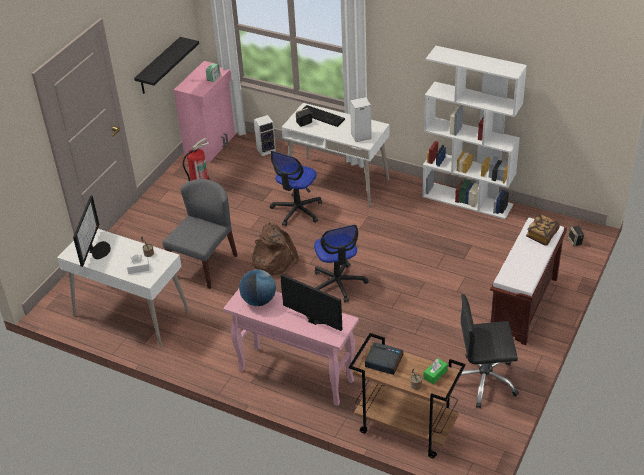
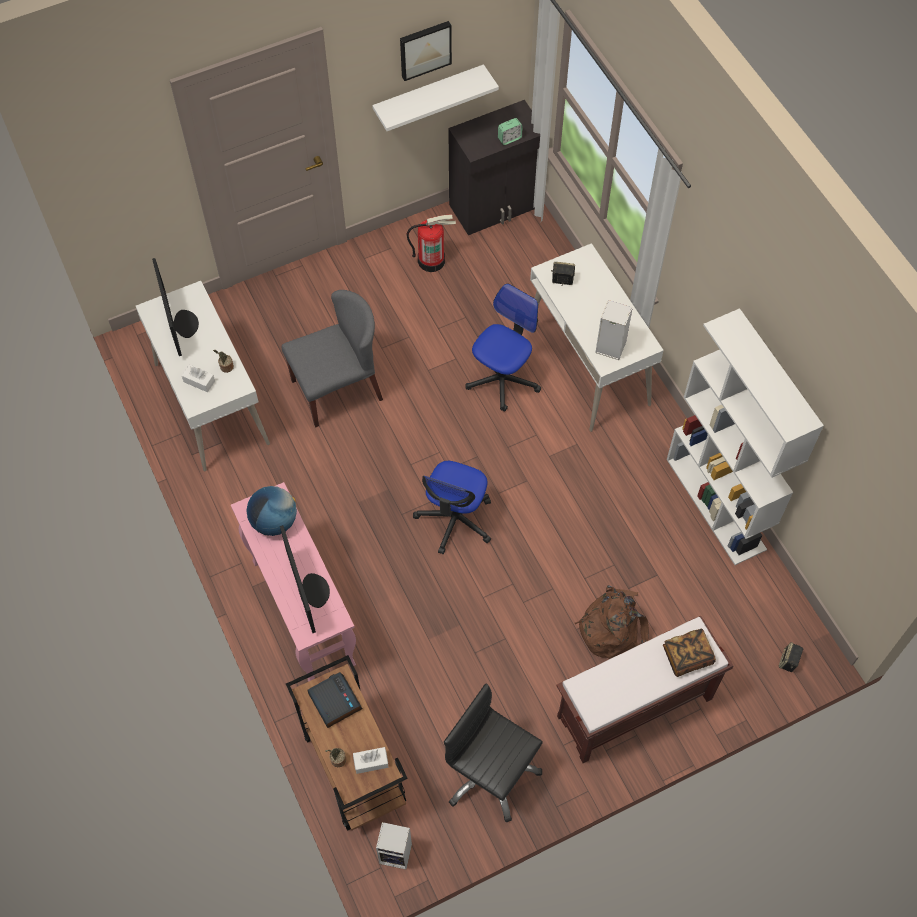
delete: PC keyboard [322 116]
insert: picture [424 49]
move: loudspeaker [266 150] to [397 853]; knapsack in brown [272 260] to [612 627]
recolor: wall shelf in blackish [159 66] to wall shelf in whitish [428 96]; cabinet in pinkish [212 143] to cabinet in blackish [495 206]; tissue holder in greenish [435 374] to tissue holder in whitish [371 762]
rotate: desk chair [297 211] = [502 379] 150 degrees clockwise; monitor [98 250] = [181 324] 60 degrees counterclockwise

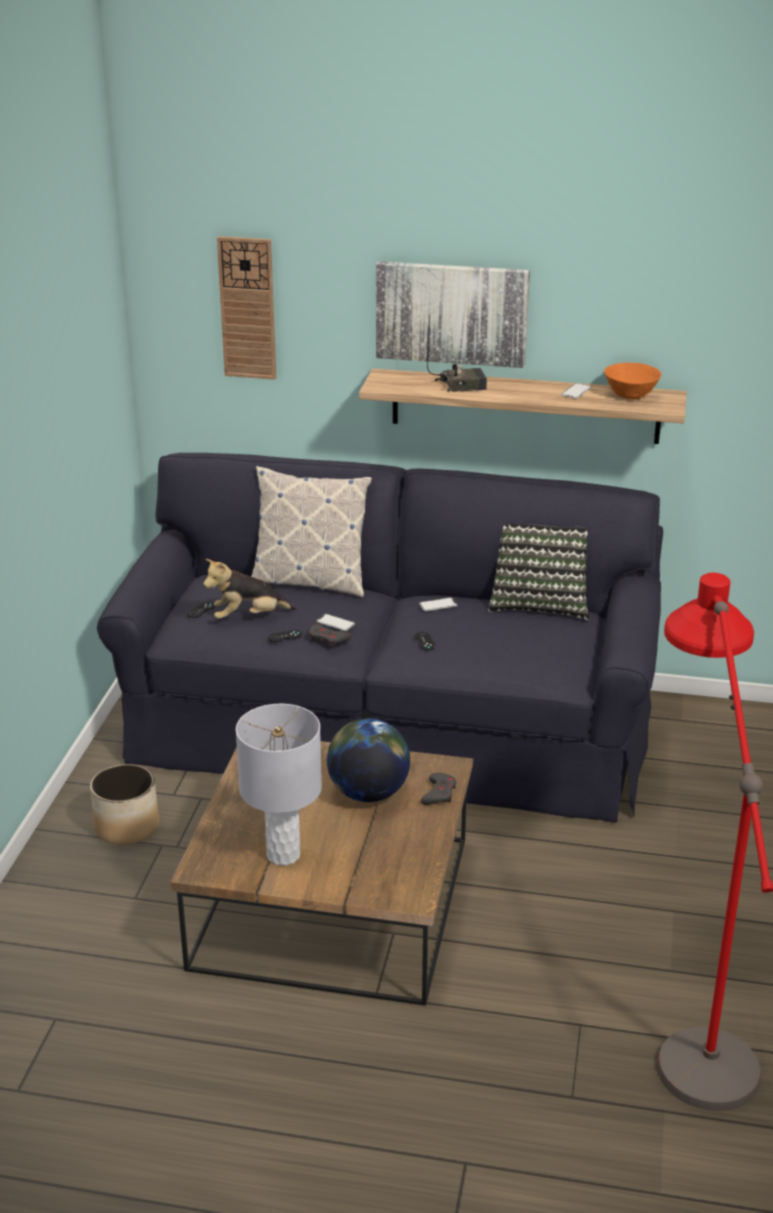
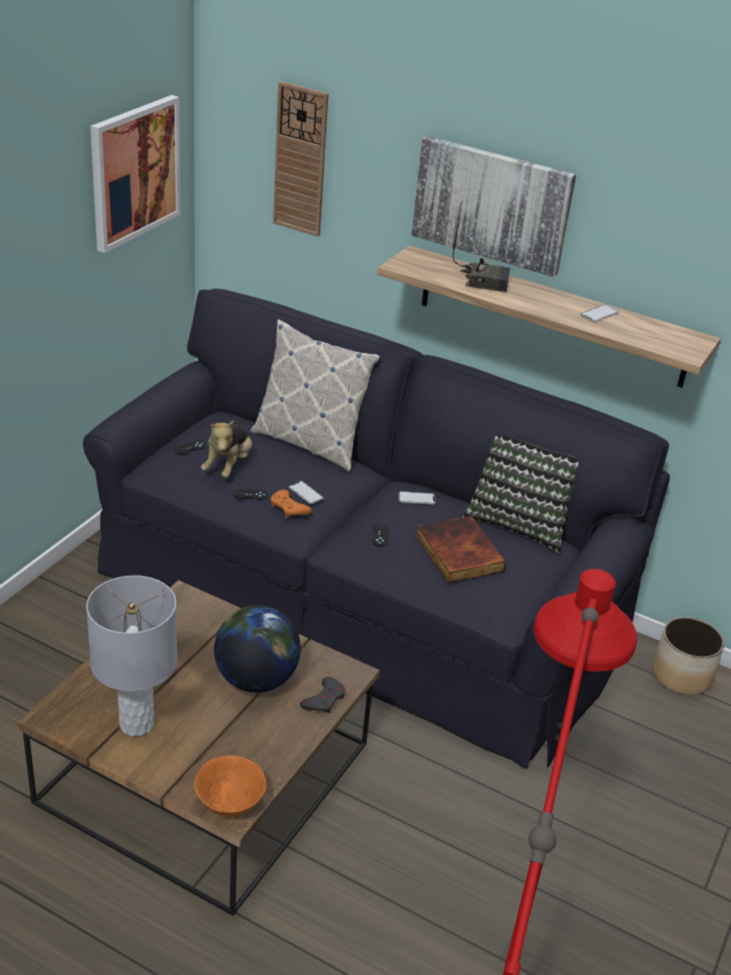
insert: picture [134 172]; bound book [457 553]
move: deep dish in orangey [630 396] to [229 804]; flower pot [128 826] to [682 675]
recolor: gamepad in grey [328 639] to gamepad in orangey [289 508]
rotate: soft toy [248 617] = [228 466] 75 degrees counterclockwise

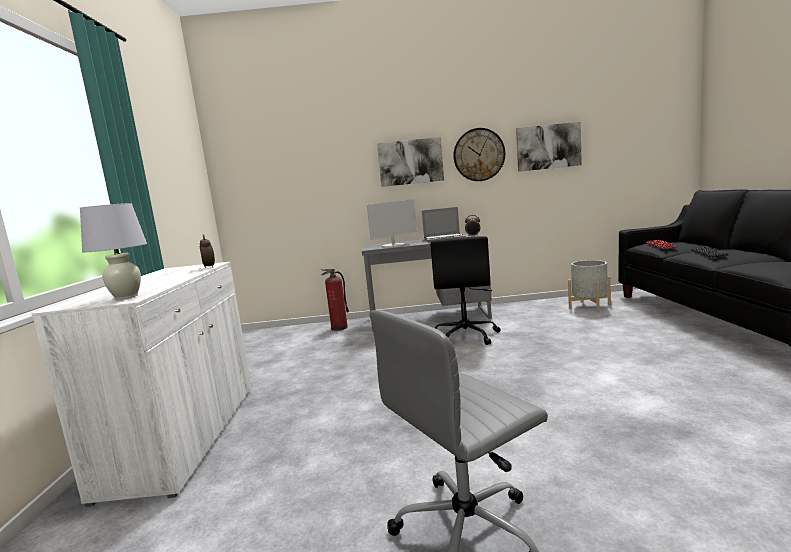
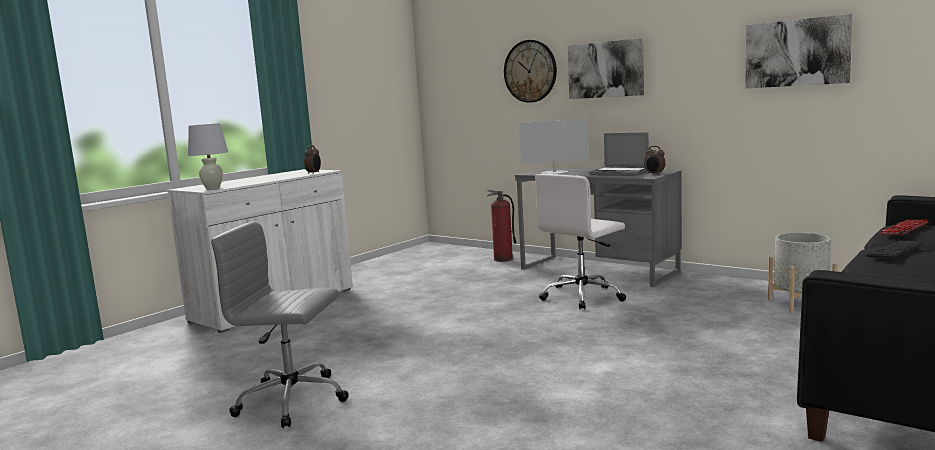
move: clock on the wall [479 155] to [530 71]
recolor: desk chair in blackish [465 336] to desk chair in whitish [583 296]

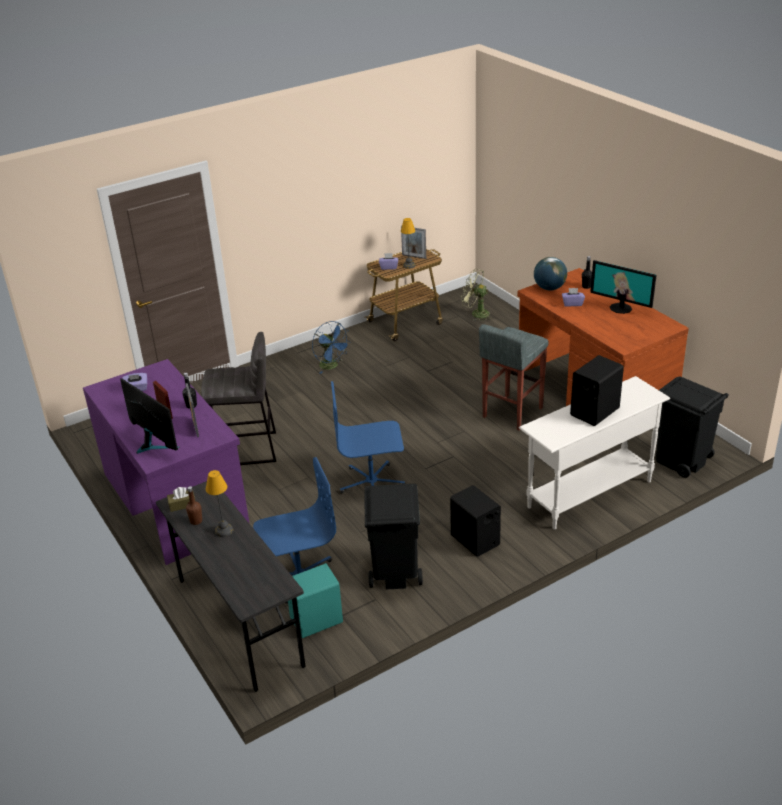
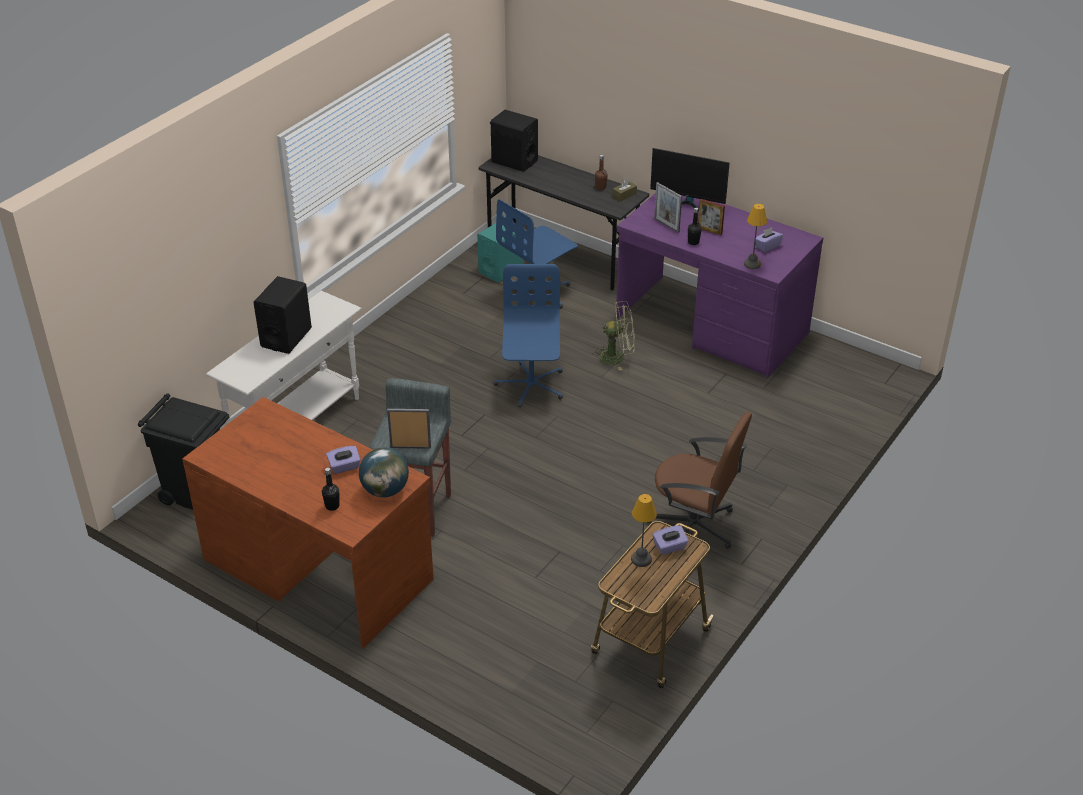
delete: monitor [621 308]; stool seat in grey [246 450]; trash can in blackish [395 572]
move: photo frame [414 256] to [410 447]; electric fan in greenish [476 314] to [617 357]; lamp for a table [223 531] to [752 264]; loudspeaker in blackish [475 540] to [514 161]
replace: electric fan in bluish [332 366] to desk chair in brown [694 527]
rotate: desk chair in bluish [372 483] = [530 385] 60 degrees counterclockwise

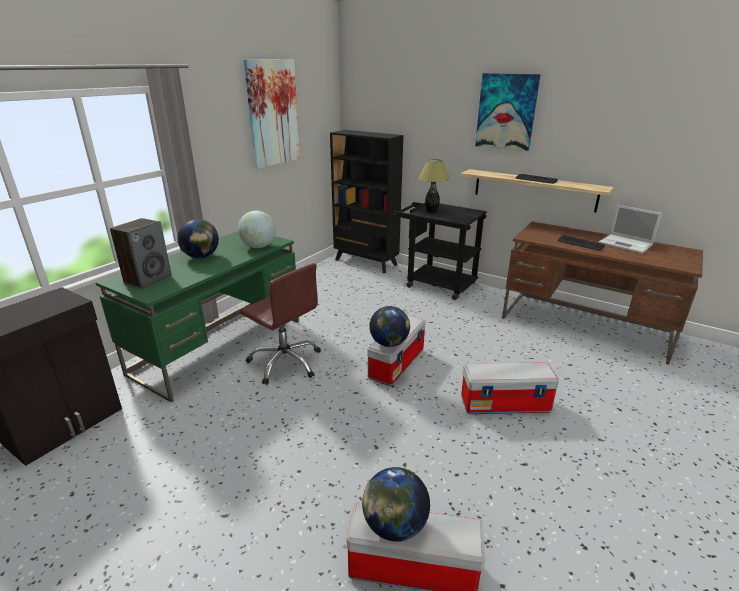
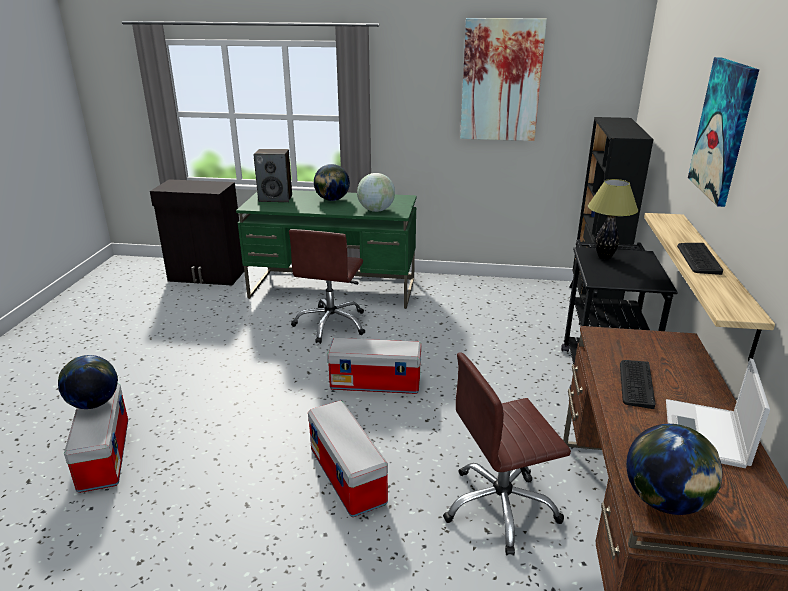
insert: desk chair in brown [500 507]
move: desk globe [389 344] to [664 501]

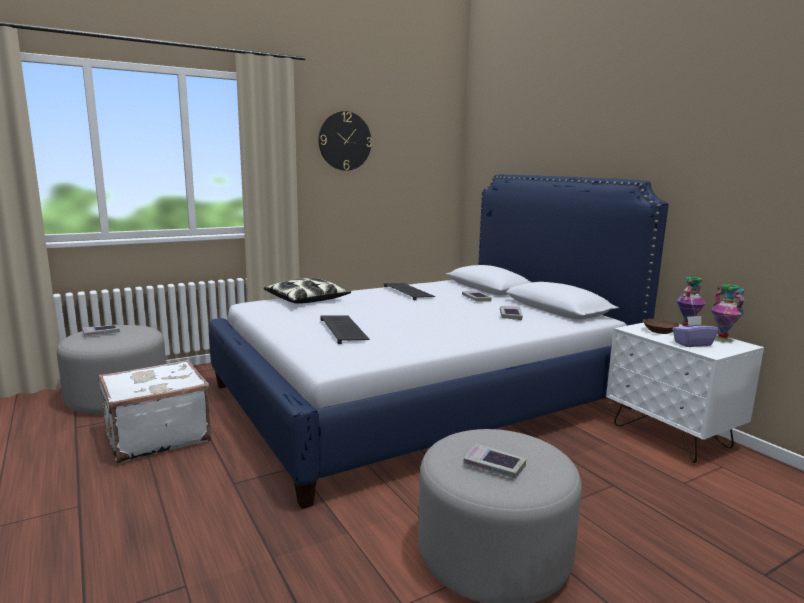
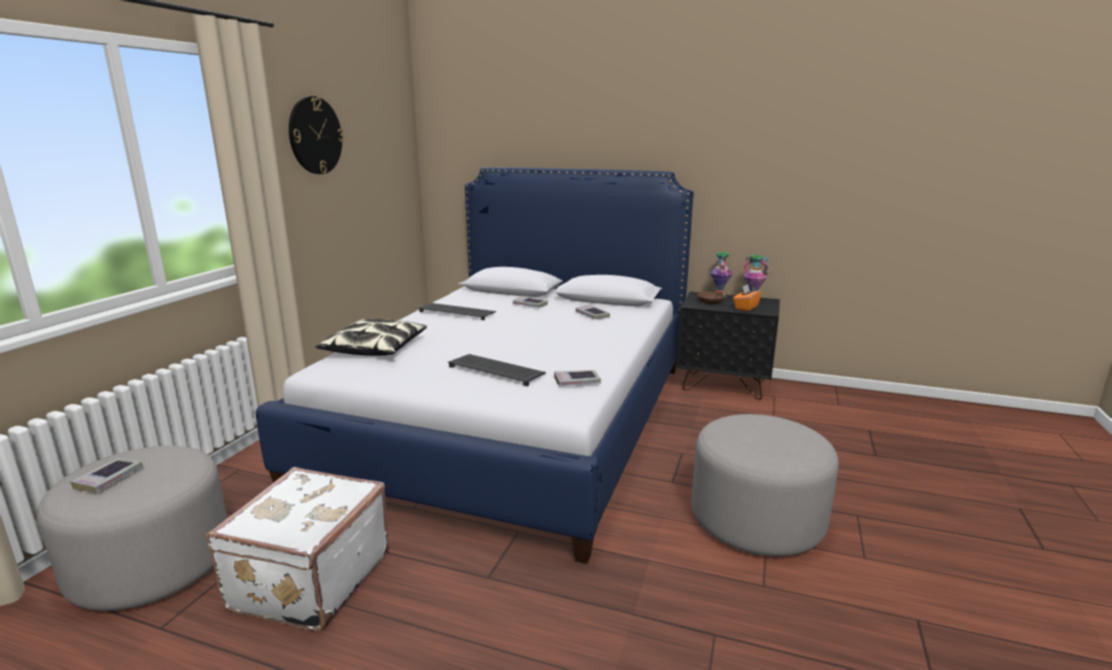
move: bound book [494 466] to [577 382]
recolor: tissue holder in purple-coloured [692 344] to tissue holder in orangey [745 307]; bedside table in whitish [671 436] to bedside table in blackish [724 386]

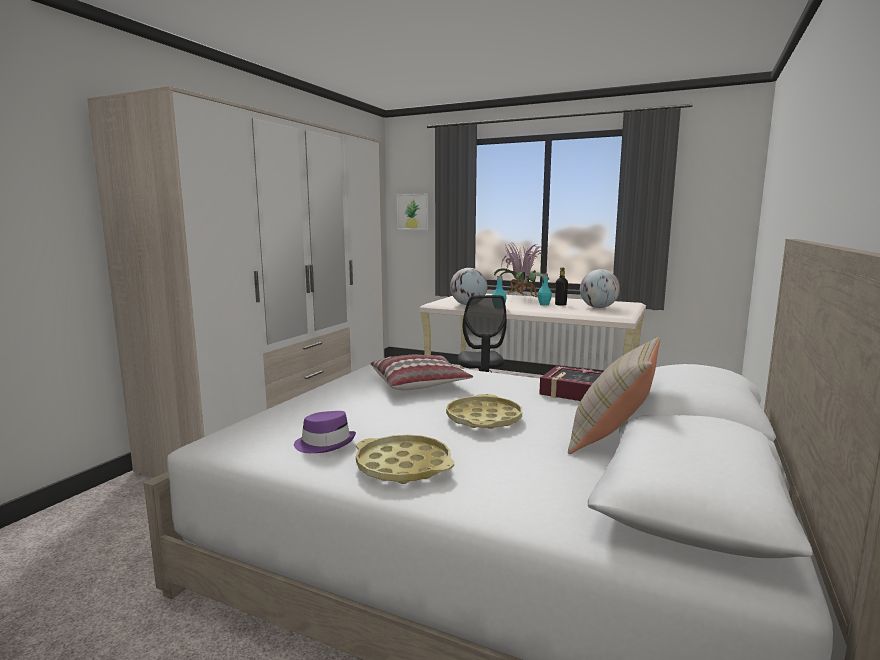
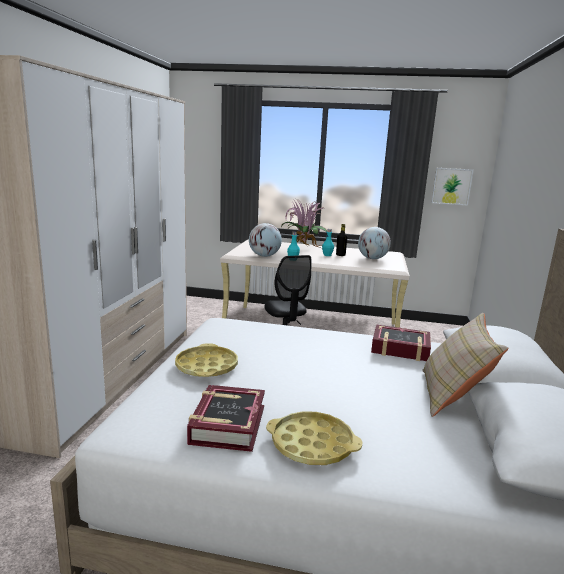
delete: cushion [419 383]
move: picture [413 211] to [451 186]; carrying tray in yellow-coloured [483 419] to [206 367]
replace: wearable hat in purple-coloured [325 443] to bound book [227 424]

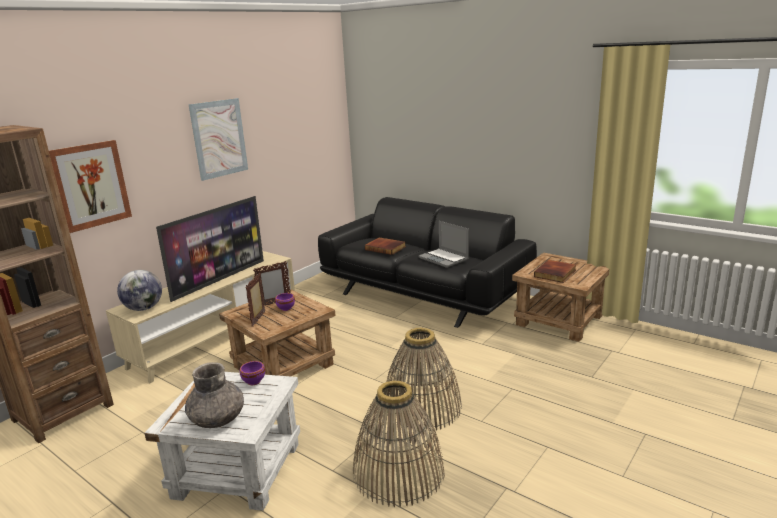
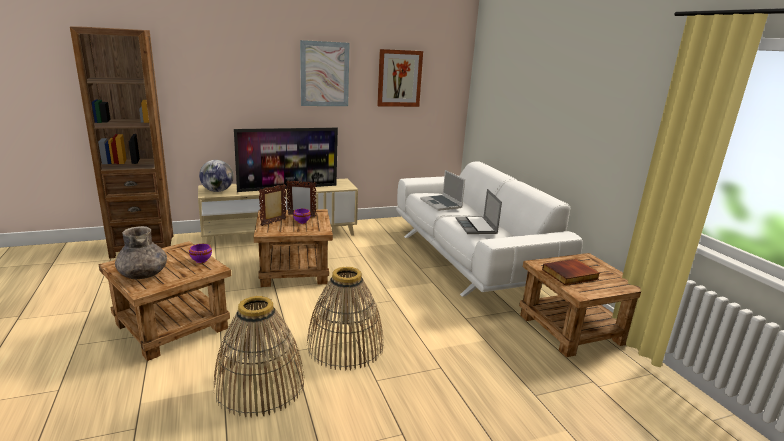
move: picture [90 185] to [399 78]
replace: bound book [386 248] to notebook computer [441 204]
recolor: couch in blackish [424 293] to couch in whitish [471 258]; side table in whitish [237 469] to side table in brown [172 325]

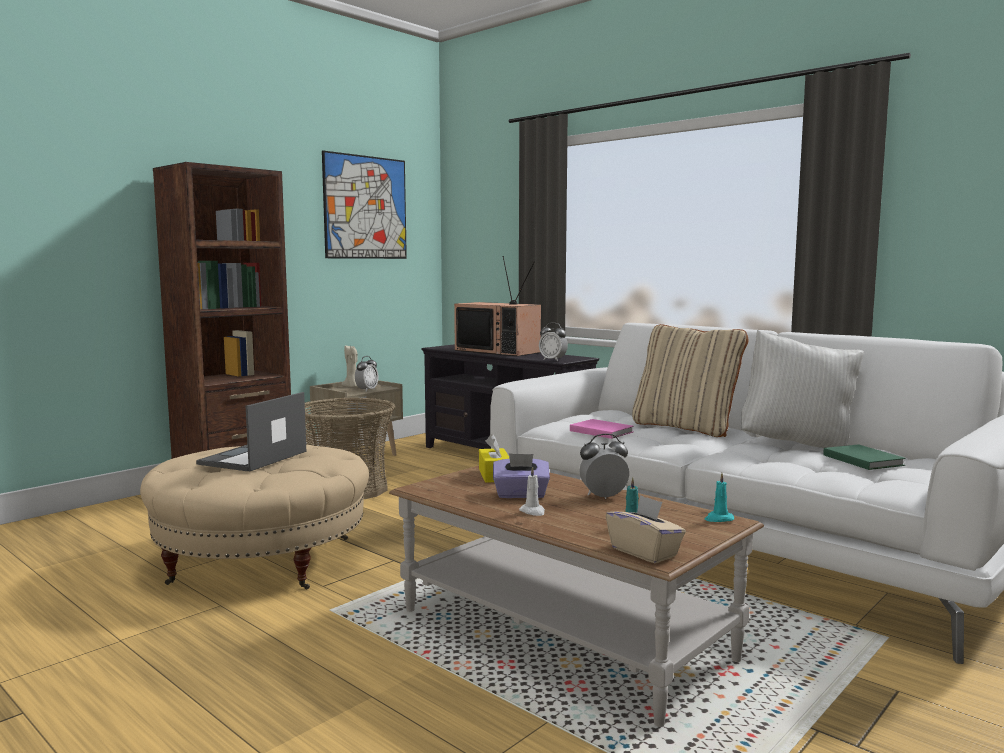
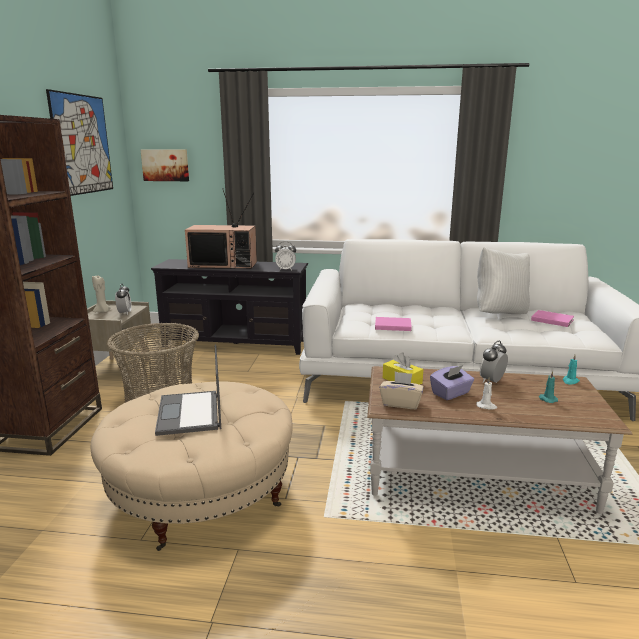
delete: cushion in beige [686 428]
insert: picture [165 165]
move: tissue holder in beige [644 552] to [401 403]
recolor: bound book in greenish [862 459] to bound book in pinkish [551 320]

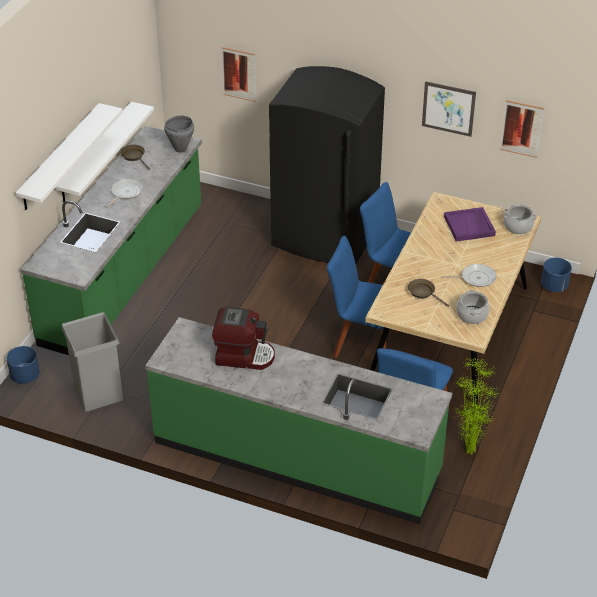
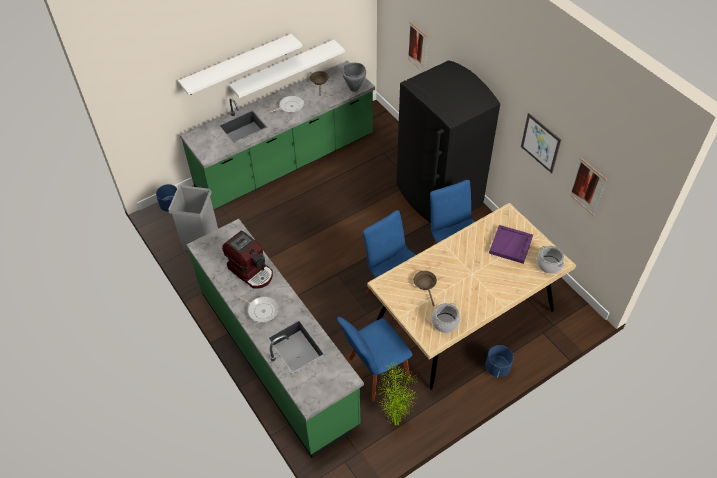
move: flower pot in bluish [554 286] to [497 368]; skillet [476 278] to [261 310]

